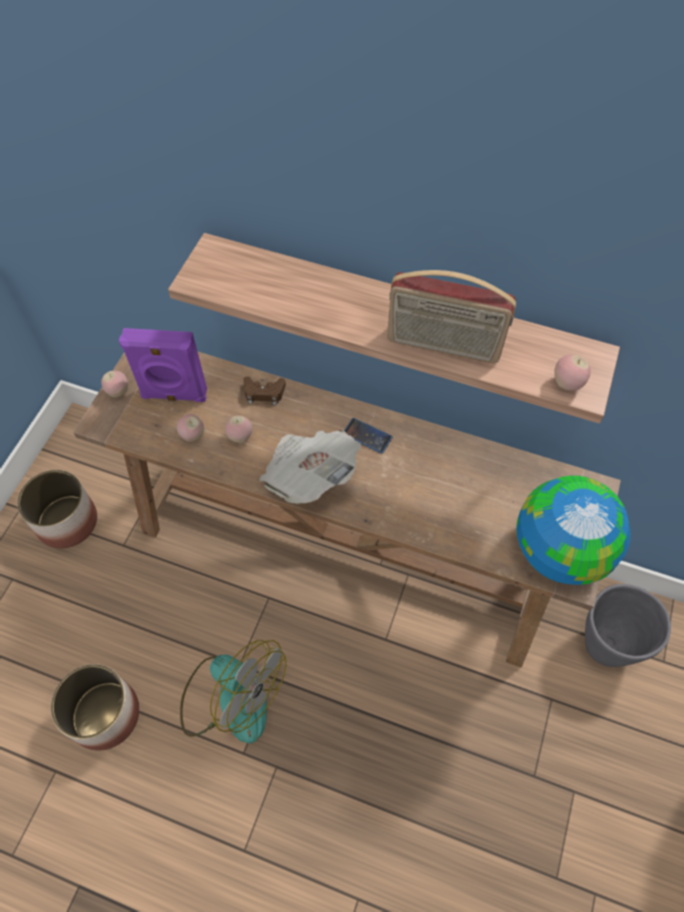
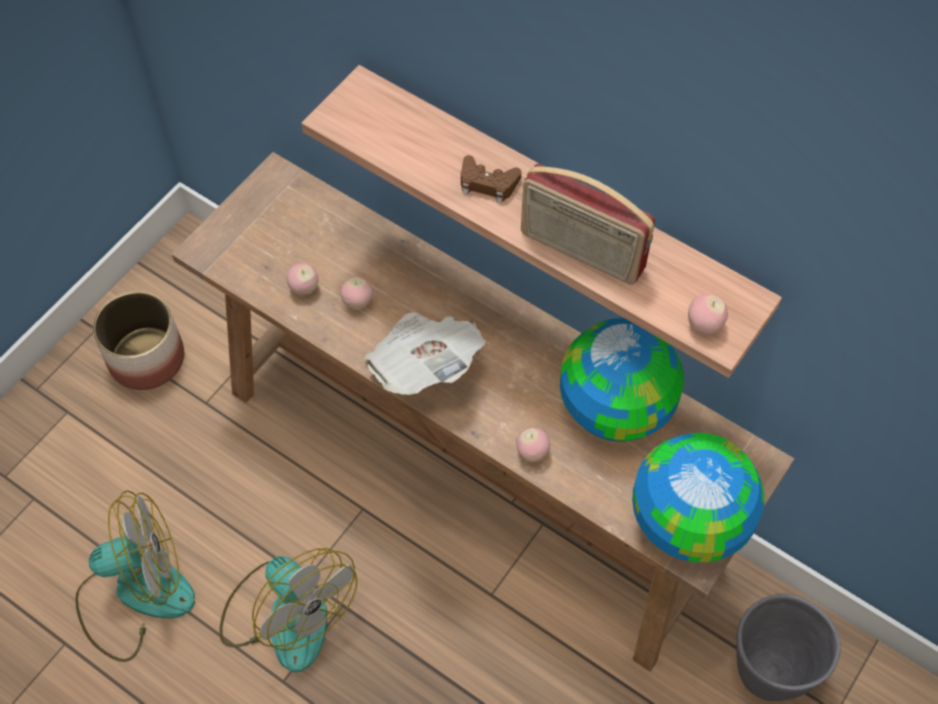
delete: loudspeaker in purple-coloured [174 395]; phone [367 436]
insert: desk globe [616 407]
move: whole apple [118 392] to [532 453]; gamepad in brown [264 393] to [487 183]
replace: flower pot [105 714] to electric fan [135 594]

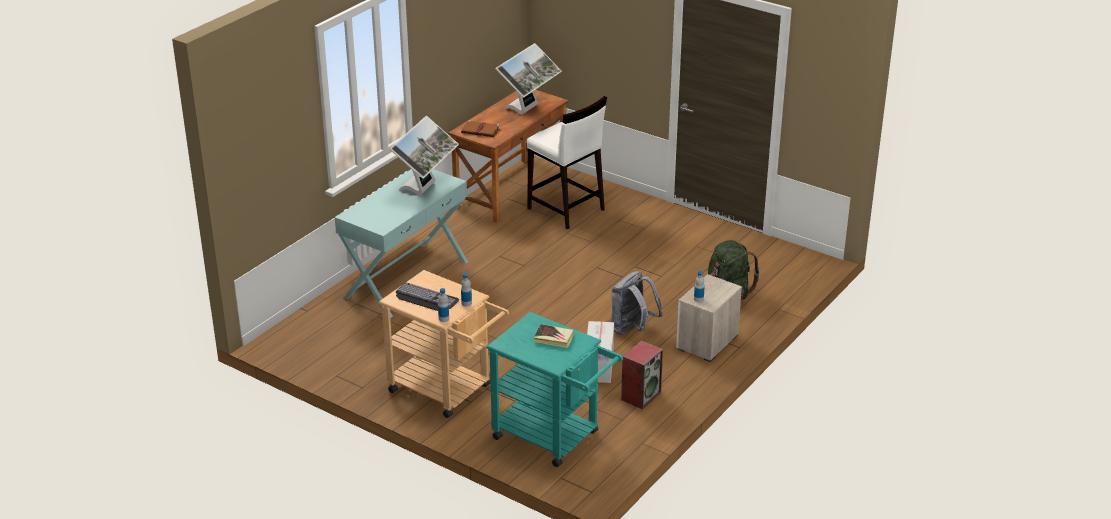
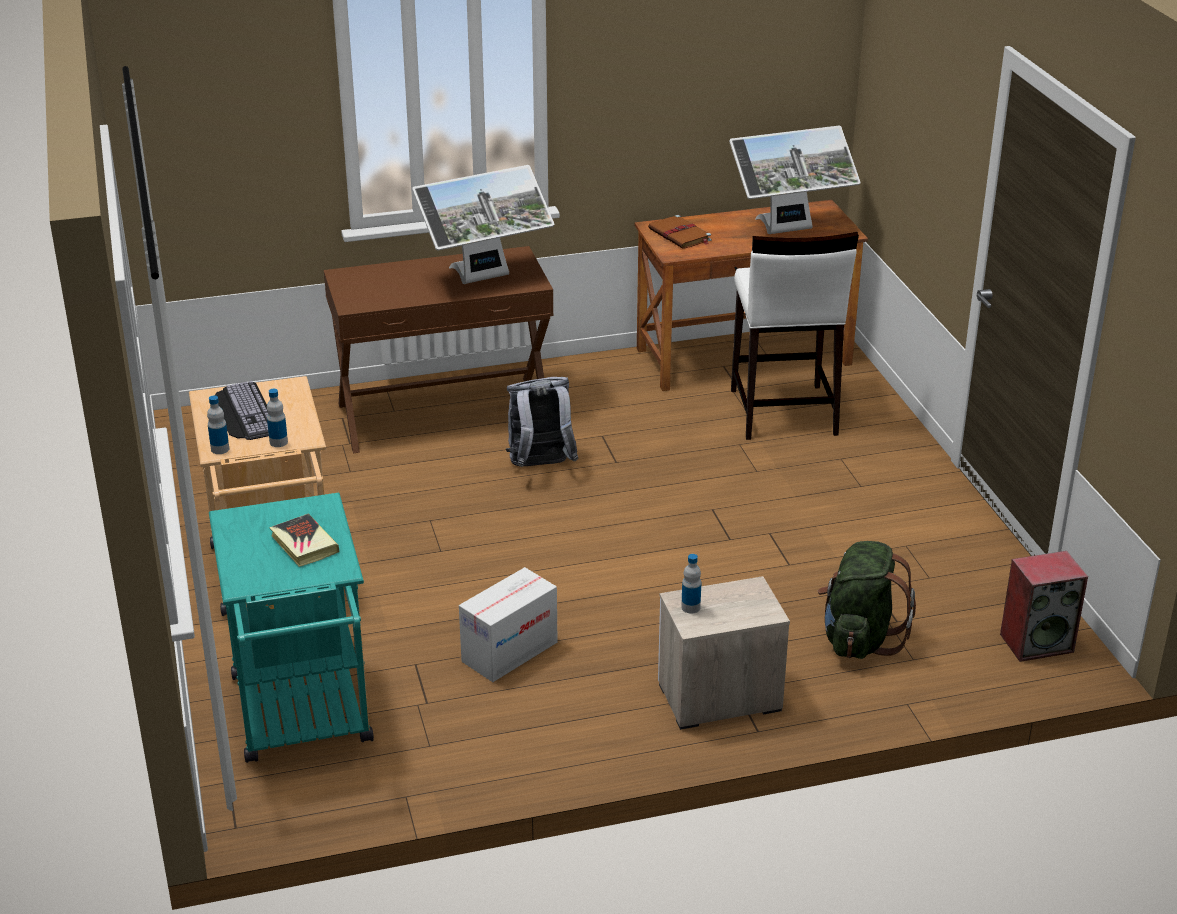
move: knapsack in grey [632 329] to [540 467]; loudspeaker [641 395] to [1037 642]
recolor: narrow table in turquoise [406 279] to narrow table in brown [444 414]

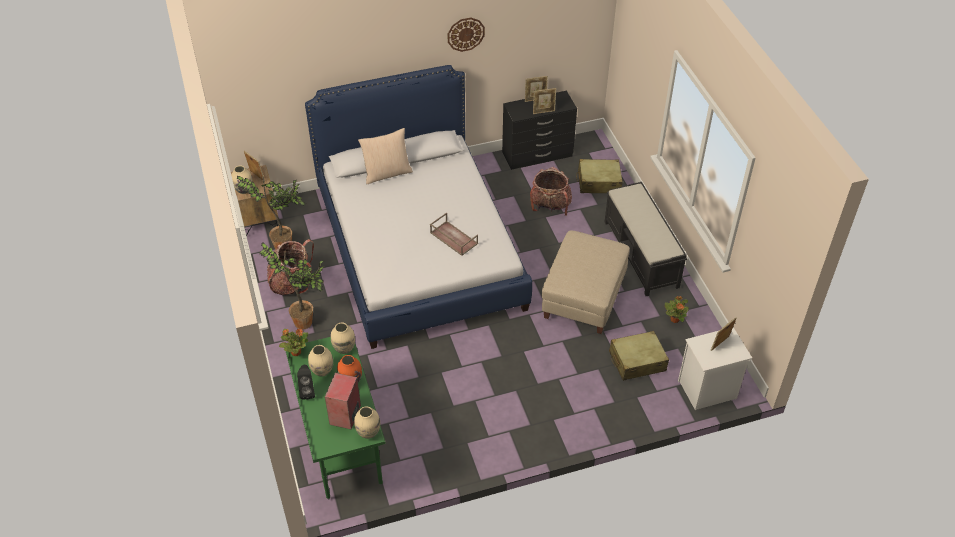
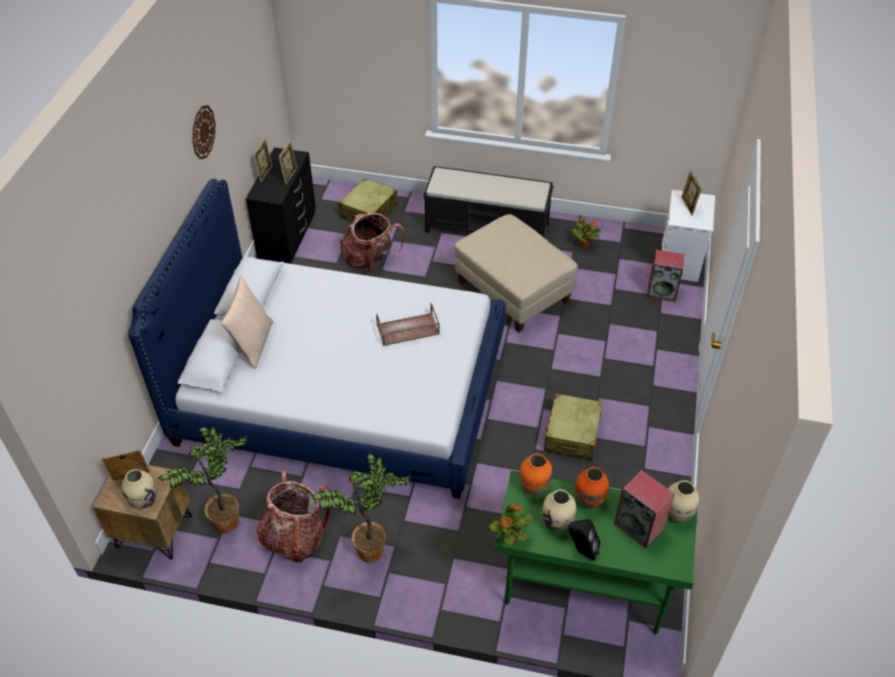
insert: loudspeaker [662 291]
move: suitcase in beige [637 361] to [572 434]
recolor: flower vase in beige [344 348] to flower vase in orangey [534 487]

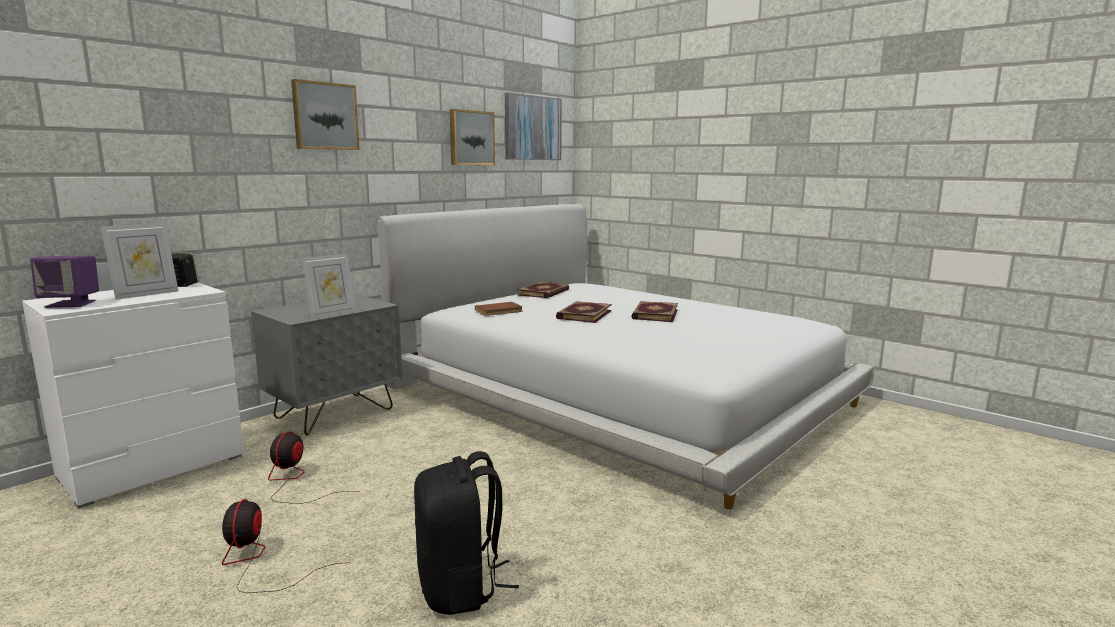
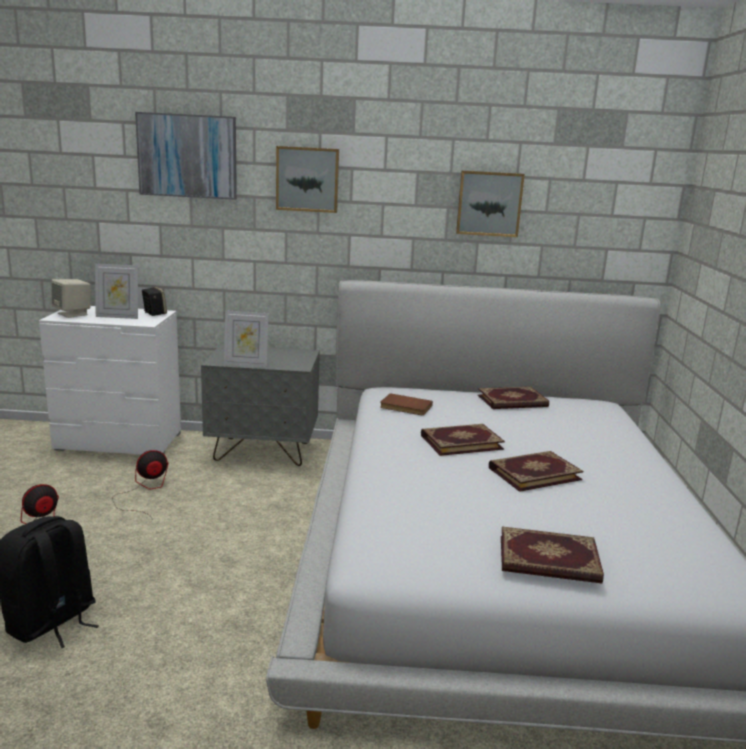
insert: bound book [548 560]
move: picture [532 128] to [187 156]
recolor: loudspeaker in purple-coloured [71 304] to loudspeaker in beige [73 314]

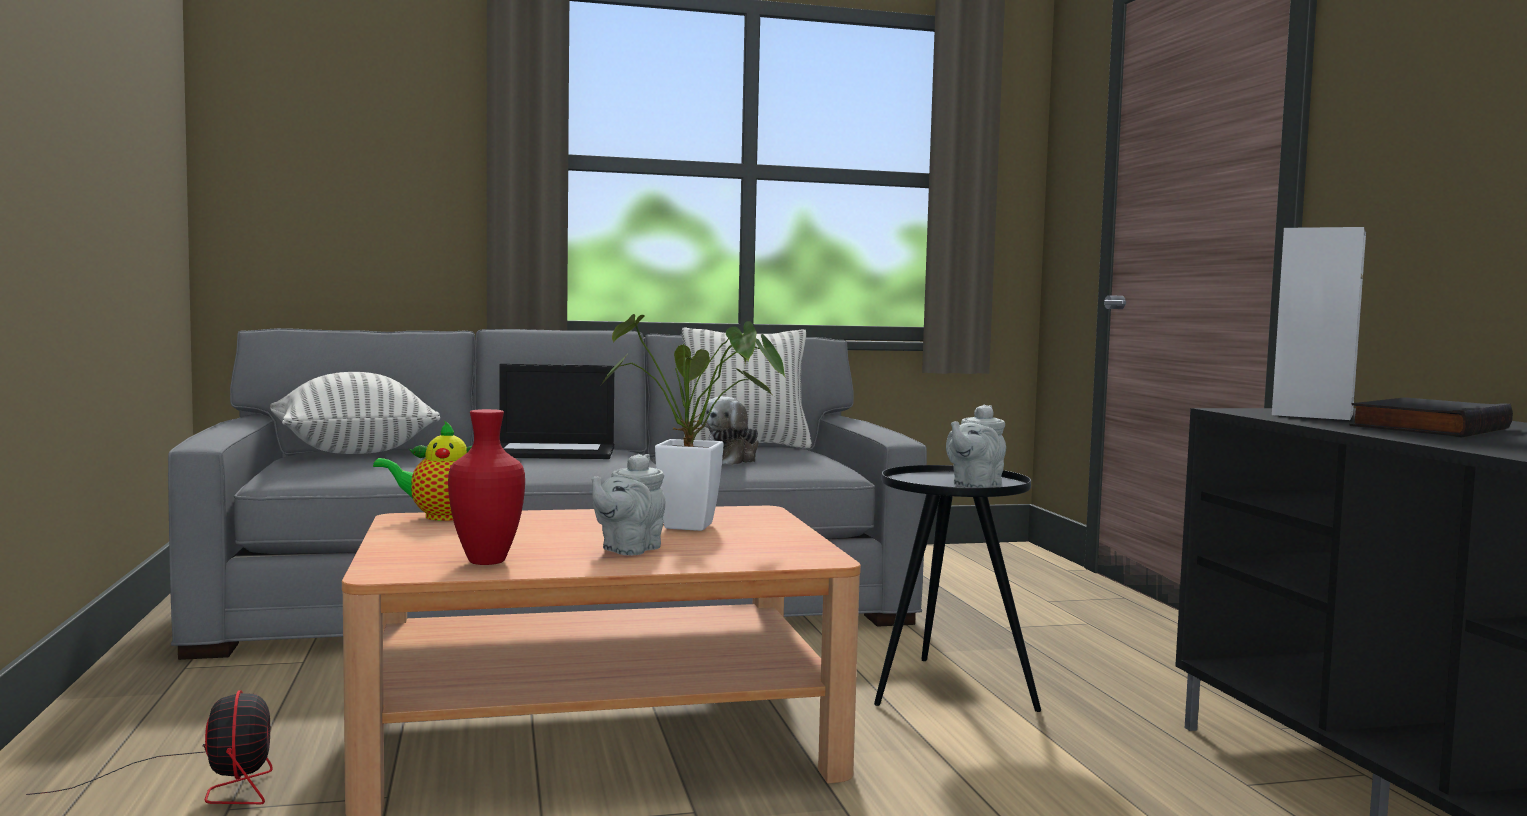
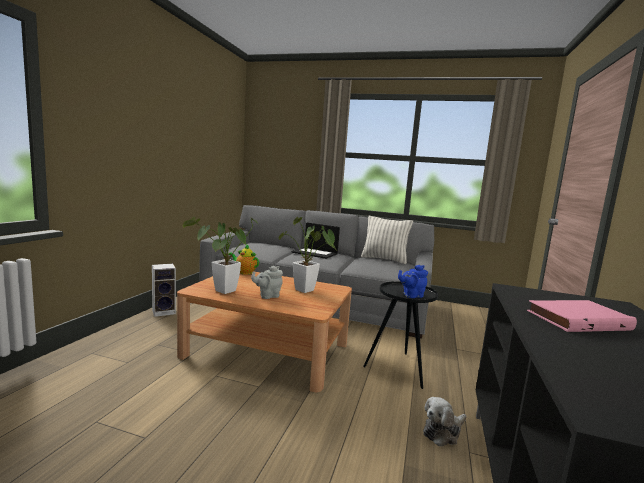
delete: cushion [353 451]; electric fan [208 784]
move: loudspeaker [1311 414] to [164 312]; soft toy [731 459] to [443 432]
replace: flower vase in reddish [484 562] to houseplant [221 292]
recolor: bound book in blackish [1427 427] to bound book in pinkish [576 319]; teapot in grey [974 486] to teapot in bluish [411 295]

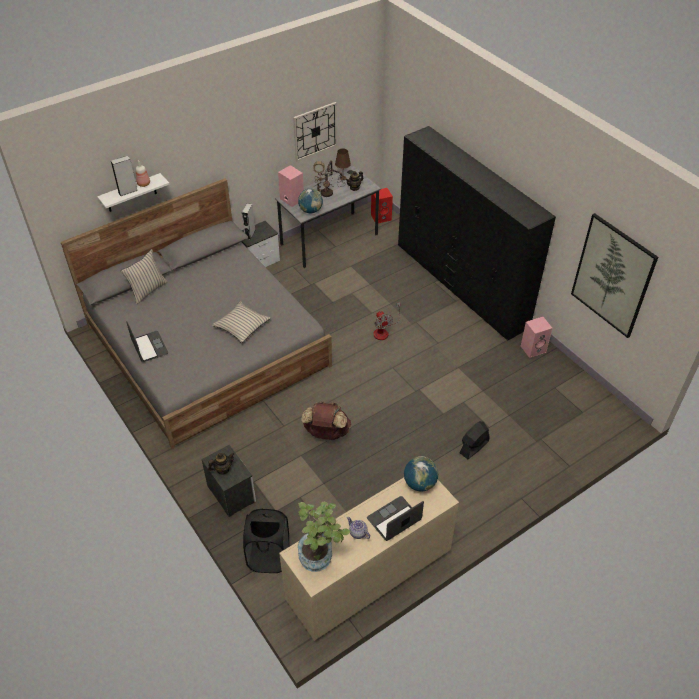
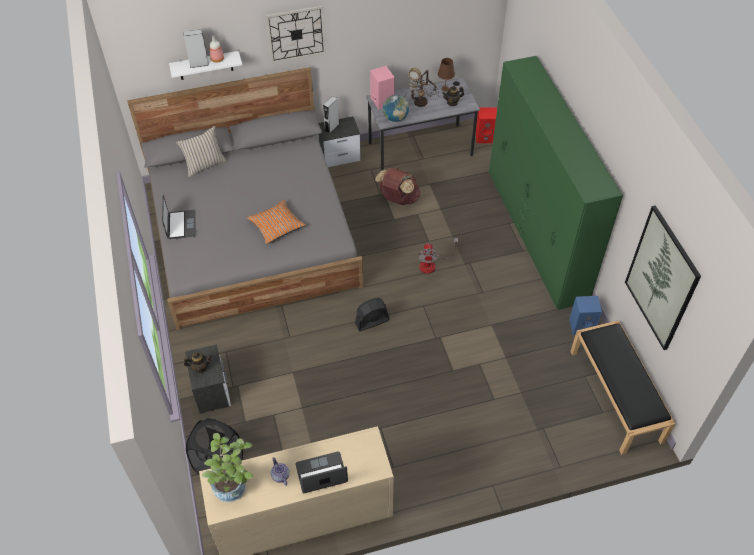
delete: desk globe [420 483]
insert: indoor bench in blackish [616 396]
move: clock on the wall [315 131] to [296 34]; knapsack in brown [326 433] to [398 199]; electric fan in blackish [474 447] to [372 321]
recolor: clothes cupboard in blackish [460 284] to clothes cupboard in greenish [536 234]; cushion in beige [241 326] to cushion in orangey [276 225]; loudspeaker in pinkish [533 348] to loudspeaker in bluish [582 326]

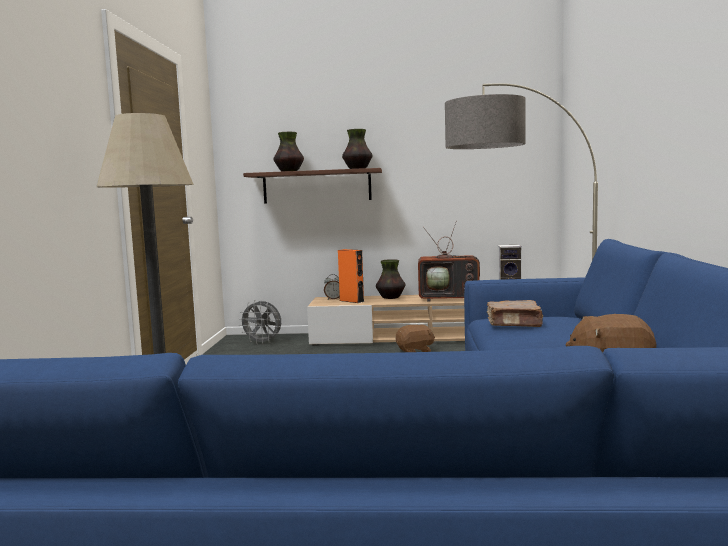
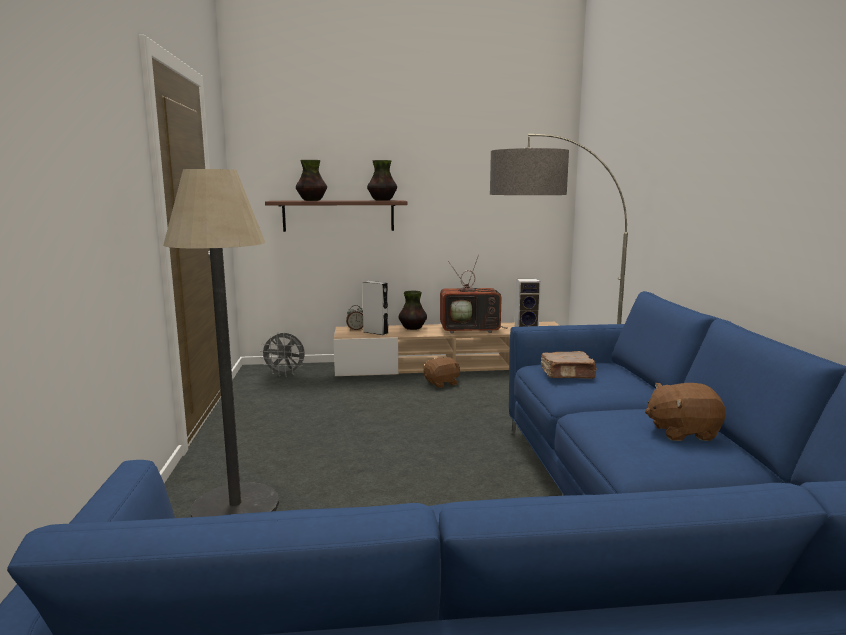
recolor: loudspeaker in orangey [351 301] to loudspeaker in grey [375 332]

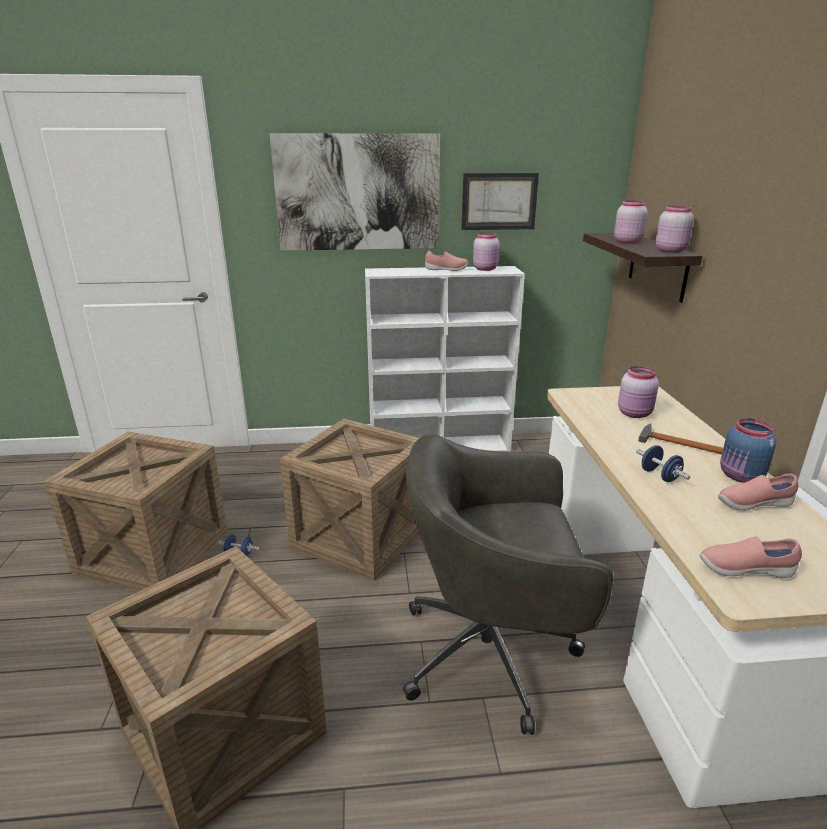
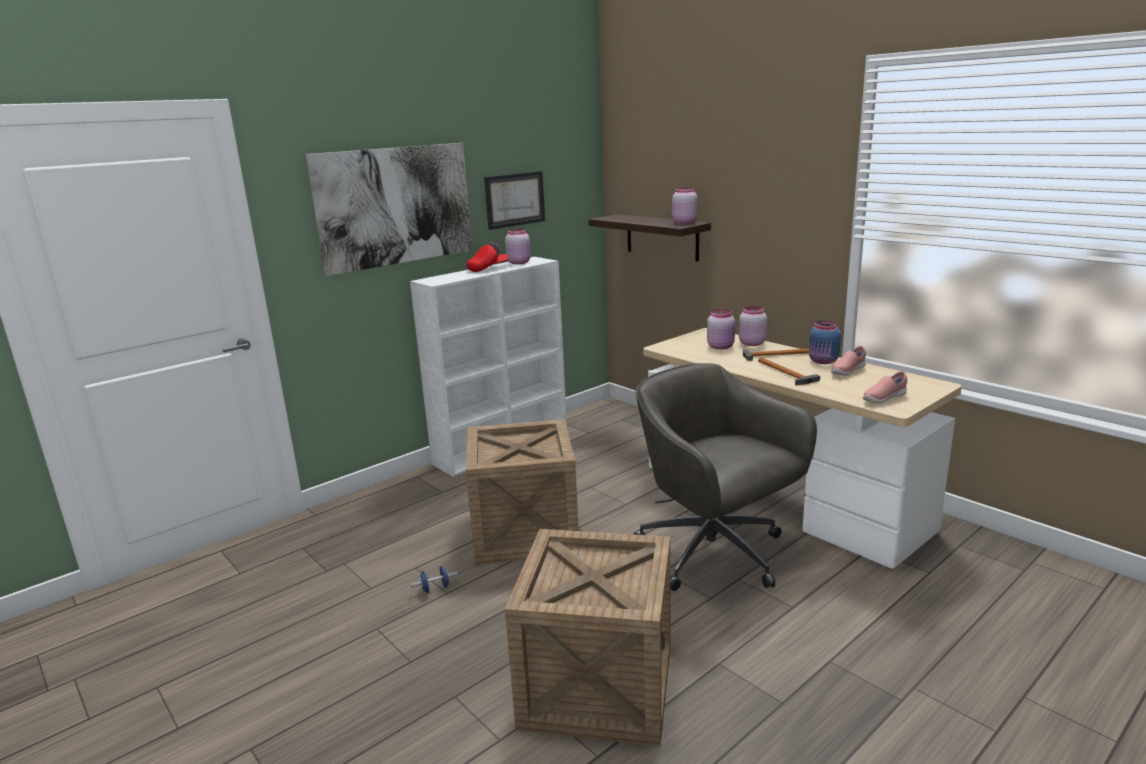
delete: shipping crate [153 551]
move: storage jar in pinkish [627 242] to [751 343]
replace: shoe in pinkish [446 269] to cap in reddish [488 269]; hand weight in bluish [659 476] to tool hammer [786 373]
rotate: desk chair in grey [493 652] = [715 554] 90 degrees clockwise

